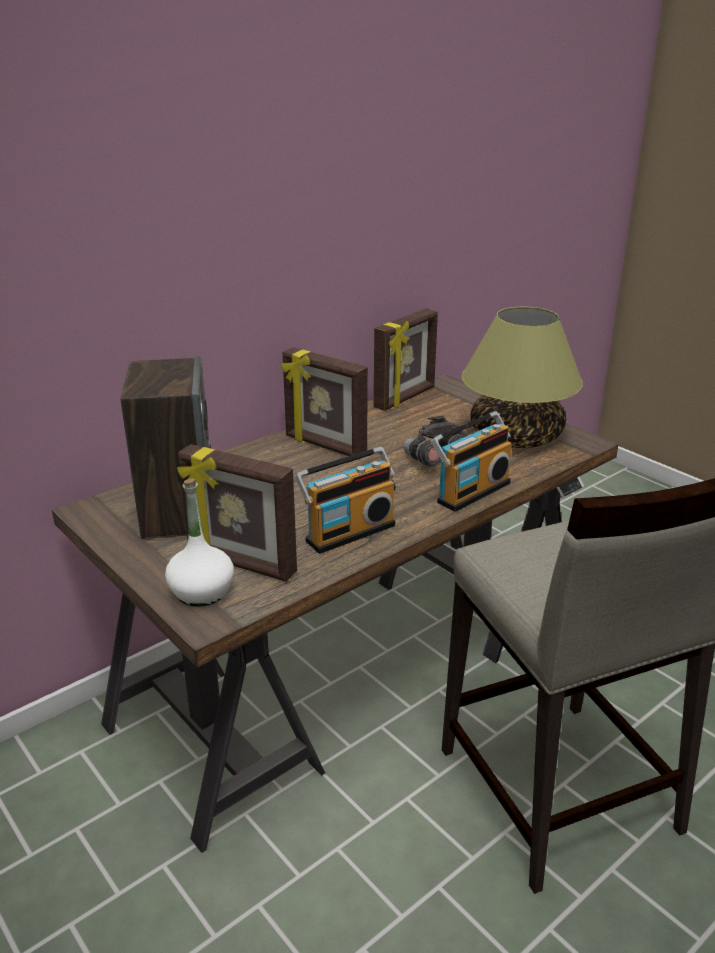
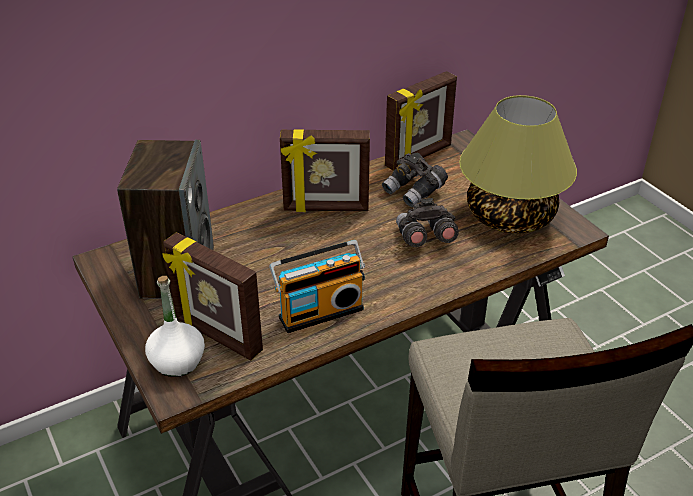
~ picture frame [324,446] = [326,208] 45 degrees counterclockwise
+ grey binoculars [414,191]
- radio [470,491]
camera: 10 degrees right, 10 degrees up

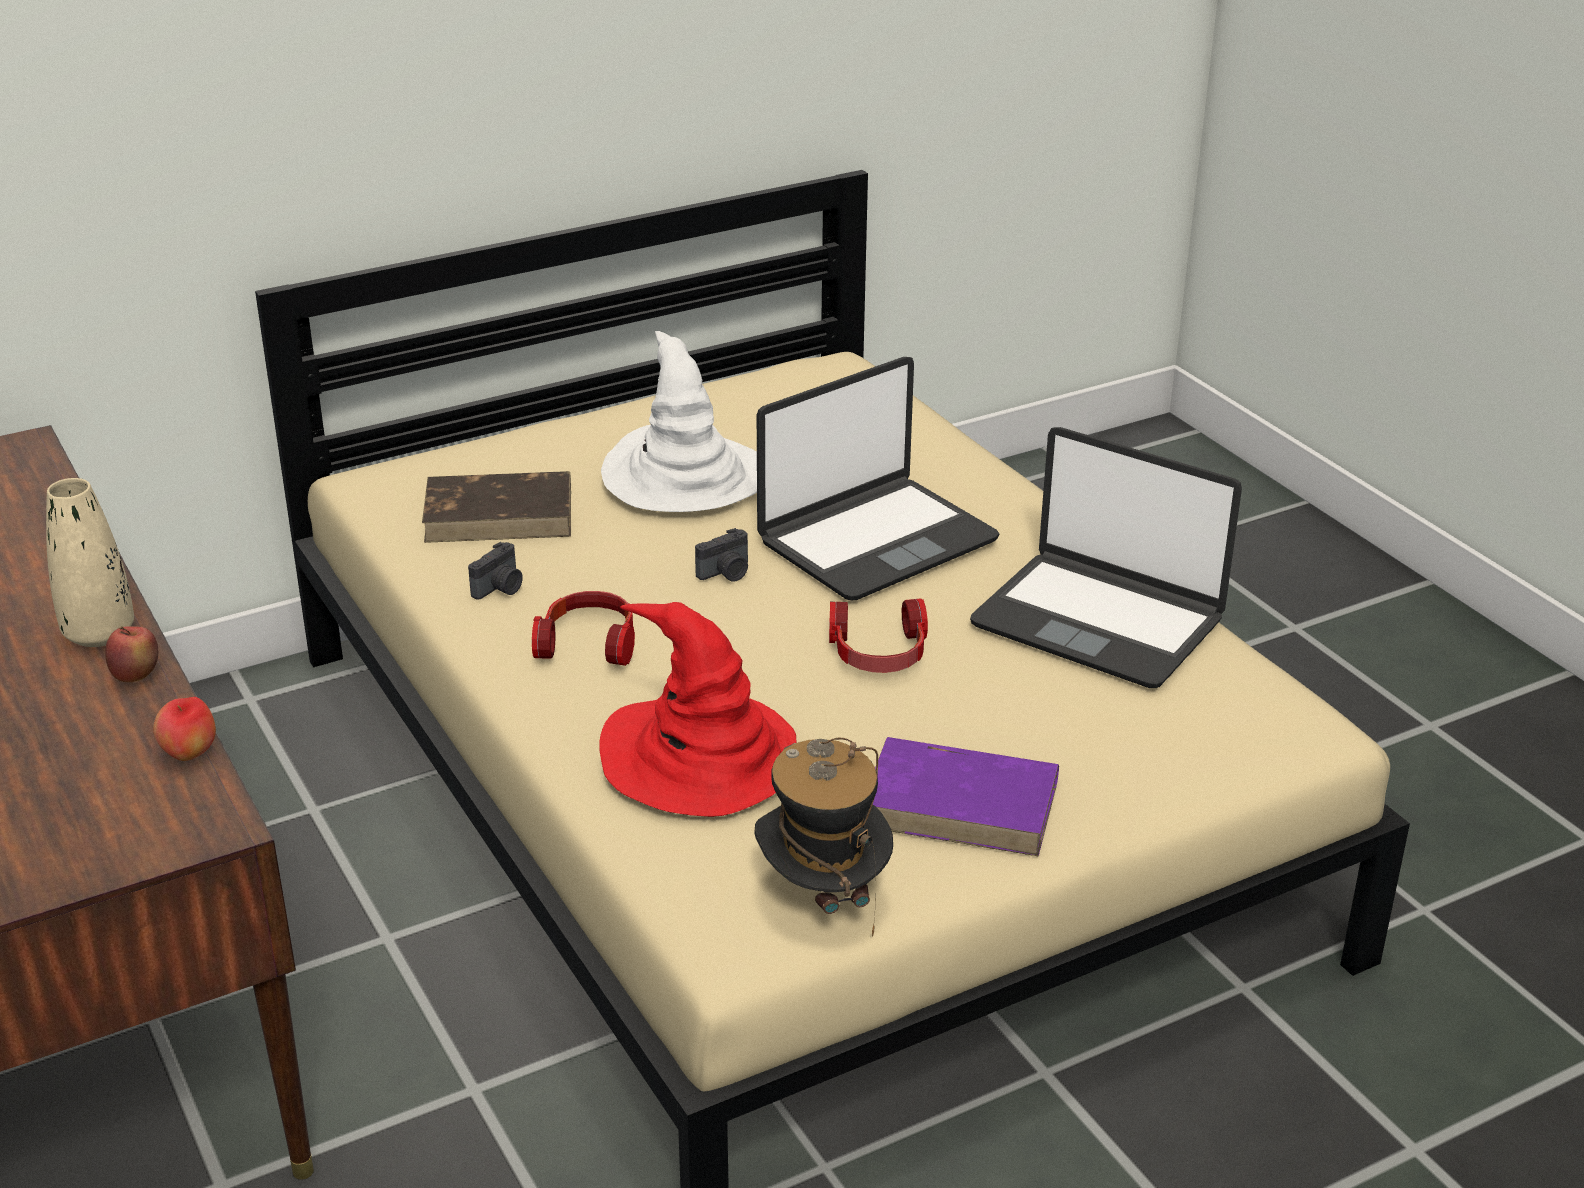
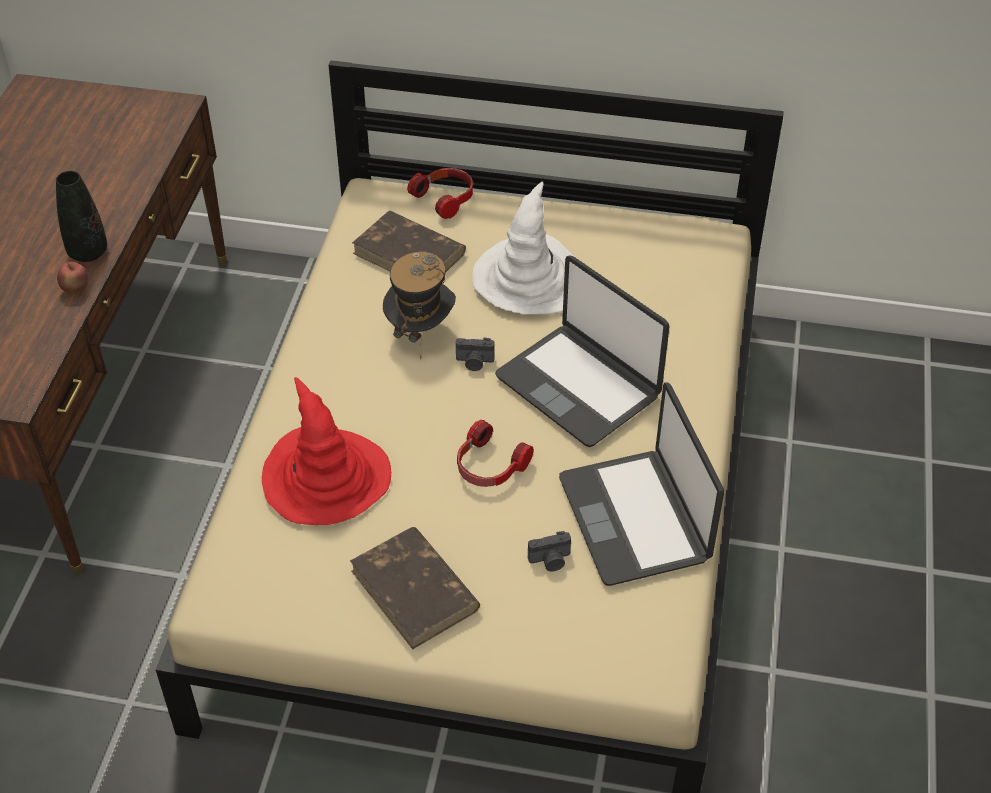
~ beige vase [99,634] to black vase [88,252]
~ purple book [962,803] to brown book [415,591]
~ hat [822,900] to [420,332]
~ headphones [589,643] to [445,198]
~ laptop [876,540] = [579,386] 45 degrees clockwise
~ photo camera [500,588] to [550,560]
- apple [189,754]
camera: 40 degrees right, 15 degrees up

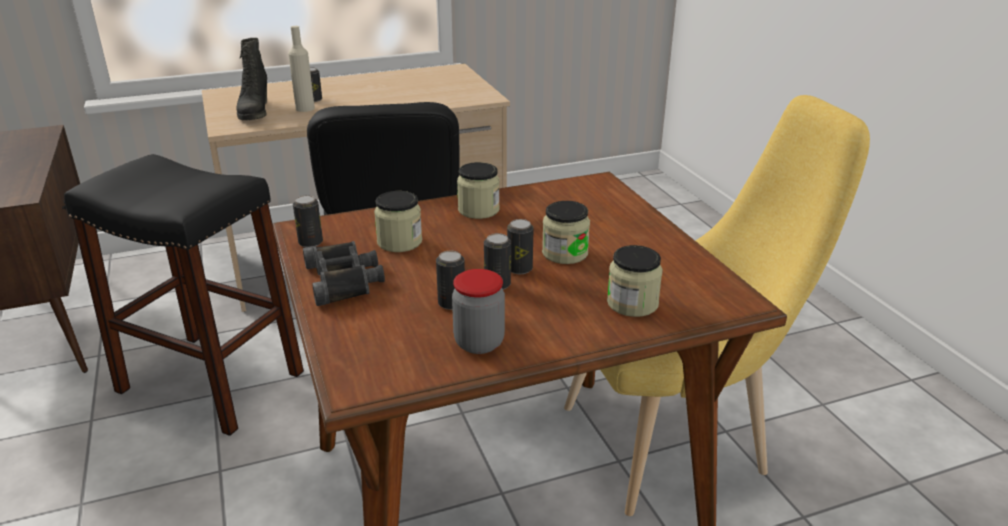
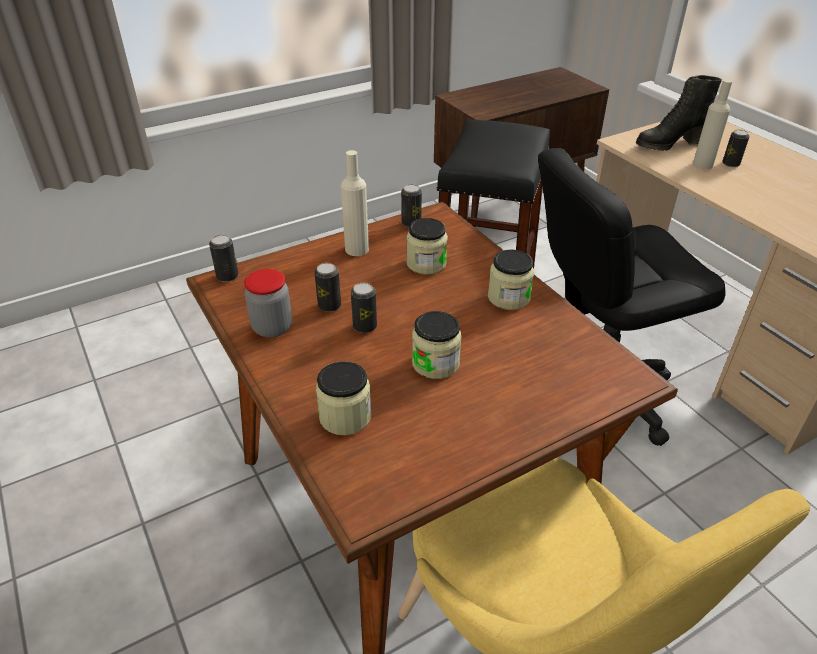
~ can [519,269] to [227,276]
~ black binoculars [344,280] to beige bottle [357,249]
camera: 80 degrees right, 10 degrees up

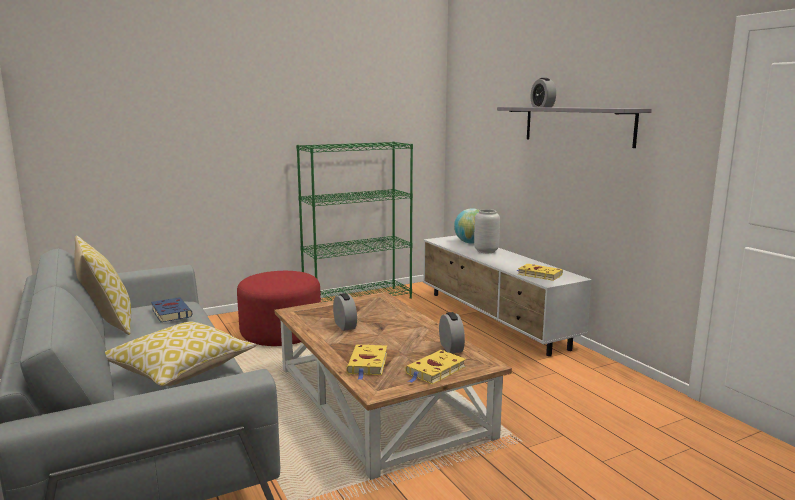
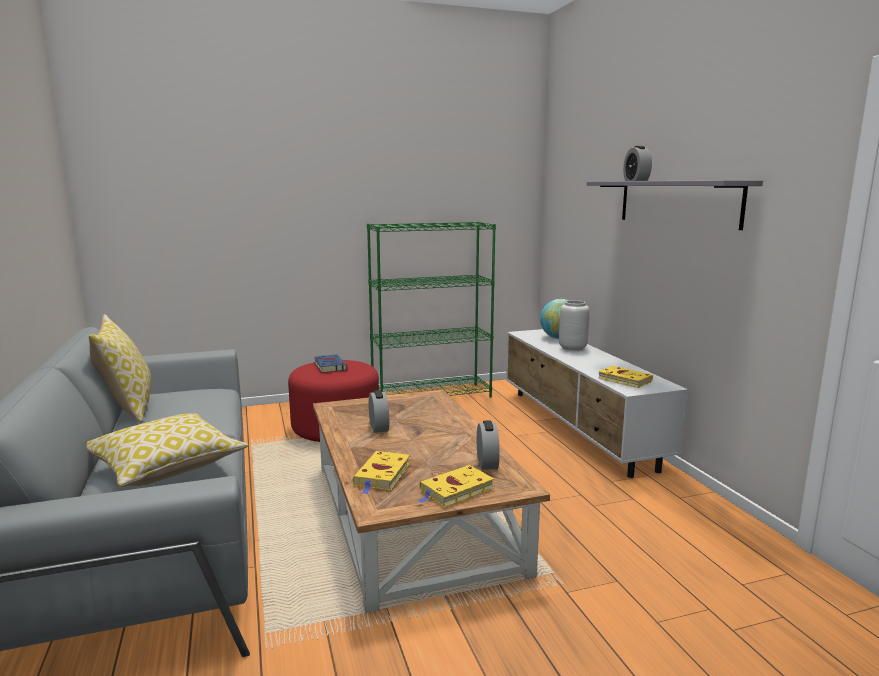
~ blue book [170,312] to [329,366]
camera: 10 degrees right, 0 degrees up

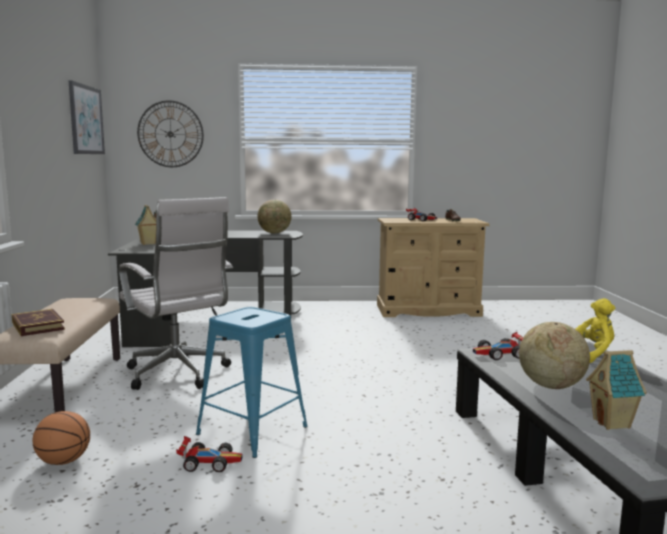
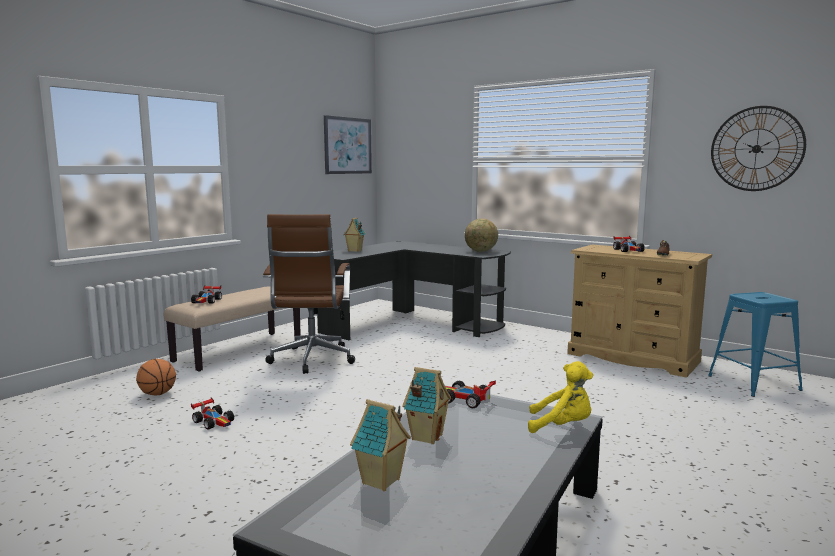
~ book [38,326] to toy car [207,301]
~ white office chair [179,374] to brown office chair [311,360]
~ globe [550,386] to toy house [426,437]
~ blue stool [252,431] to [753,383]
~ wall clock [170,134] to [756,149]
camera: 40 degrees right, 0 degrees up

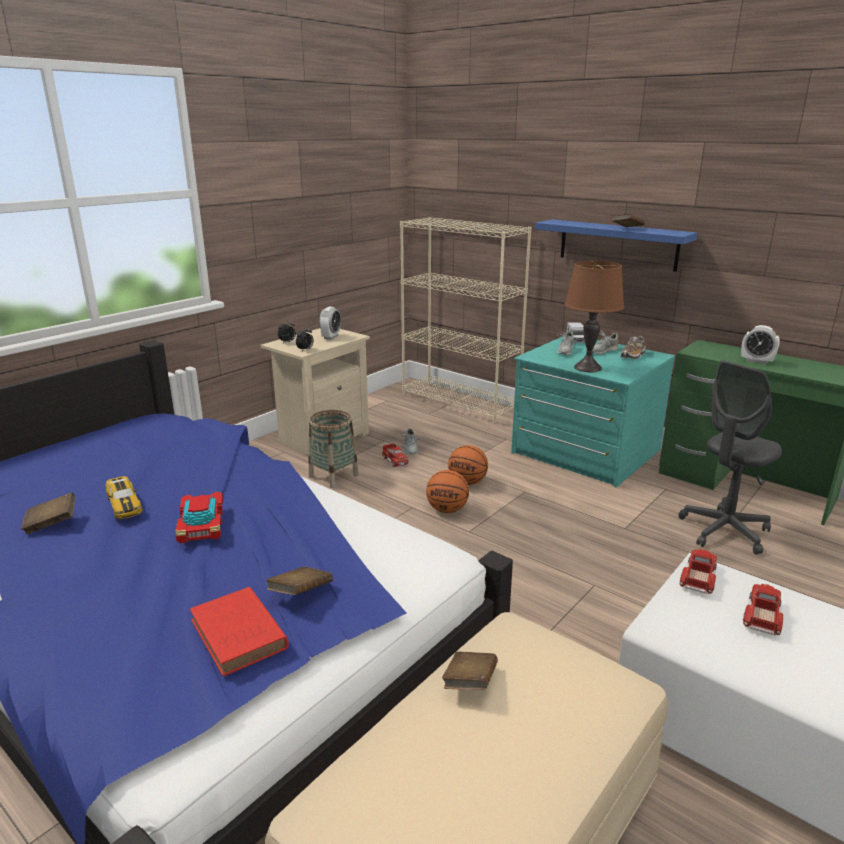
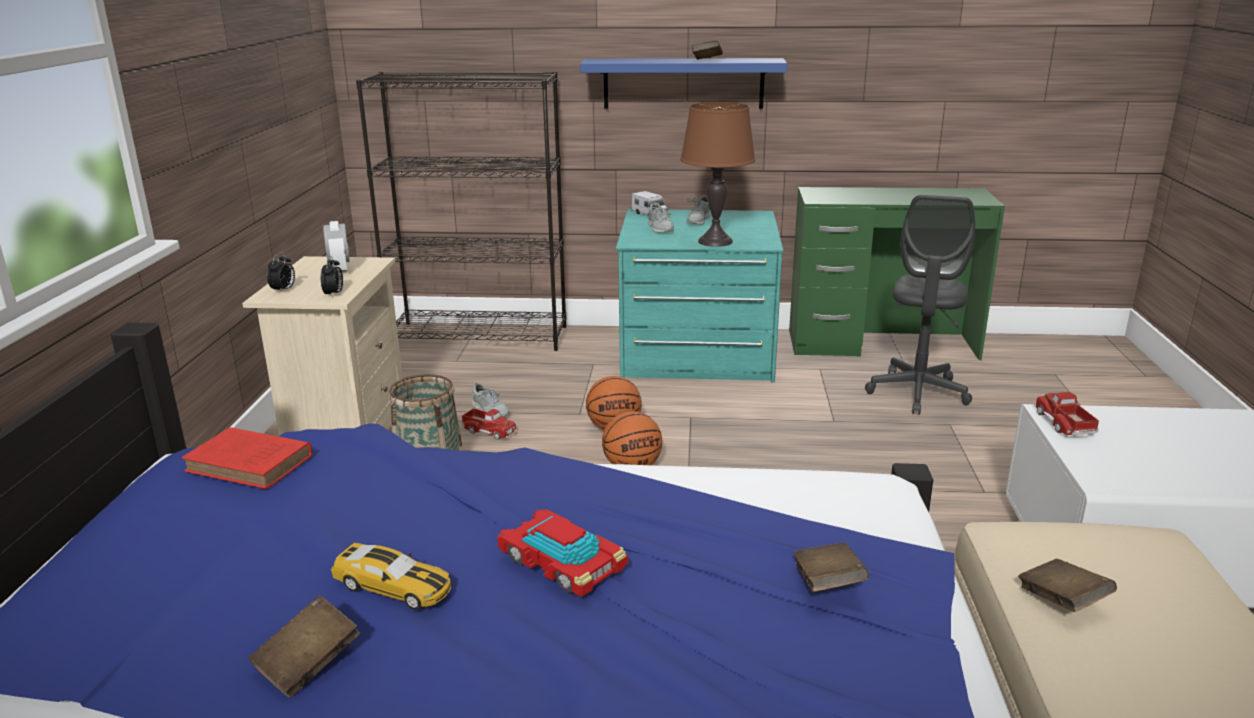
~ red book [240,636] to [252,464]
~ beige bookcase [460,402] to black bookcase [480,336]
- shoe [633,356]
- alarm clock [756,361]
- toy truck [762,616]
camera: 35 degrees left, 0 degrees up

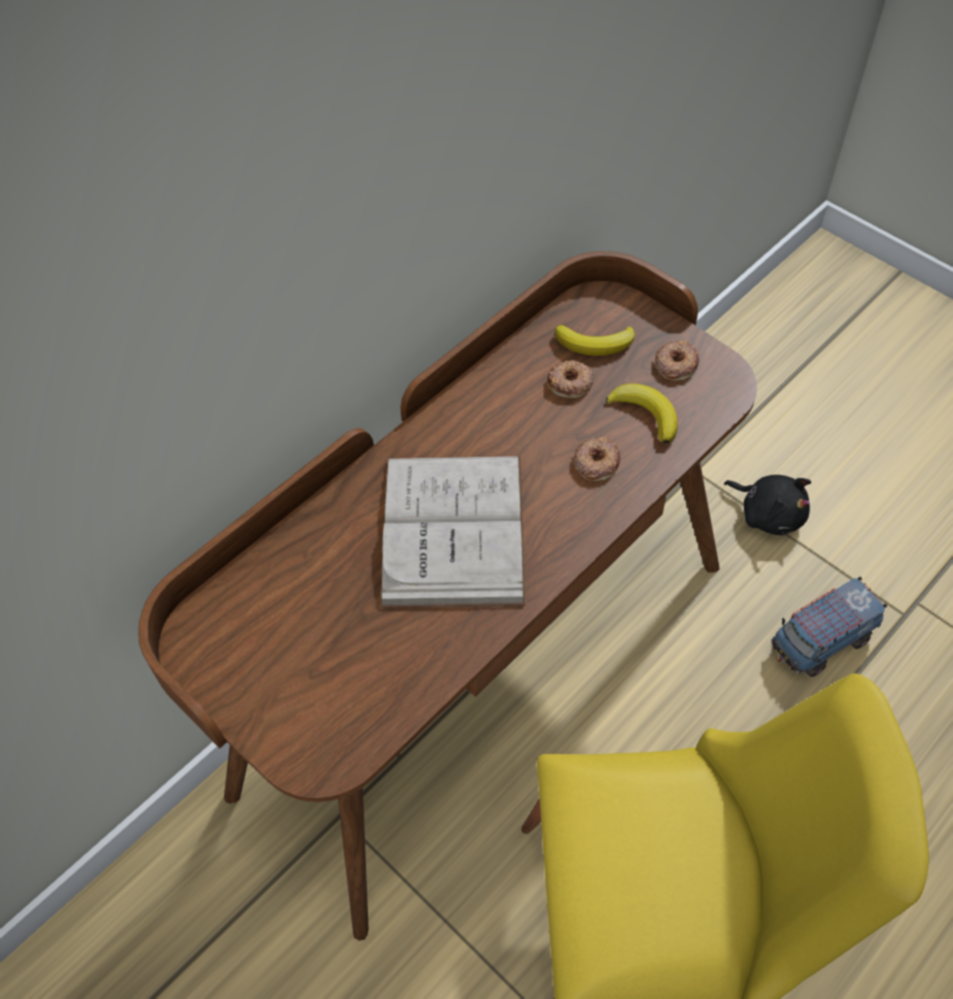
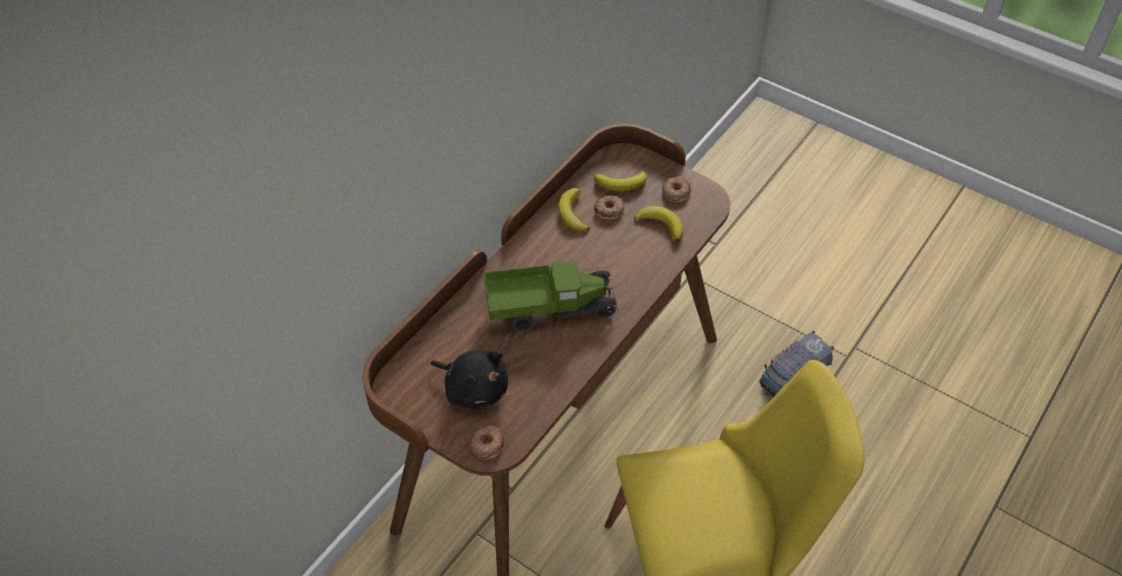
~ black plush toy [768,513] to [474,389]
~ donut [596,462] to [487,444]
~ white book [453,529] to toy truck [549,307]
+ banana [572,213]
camera: 10 degrees left, 5 degrees down

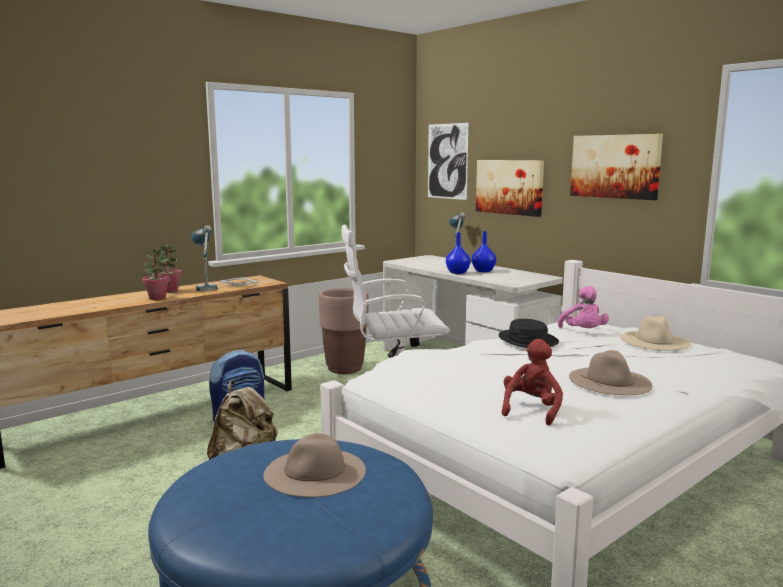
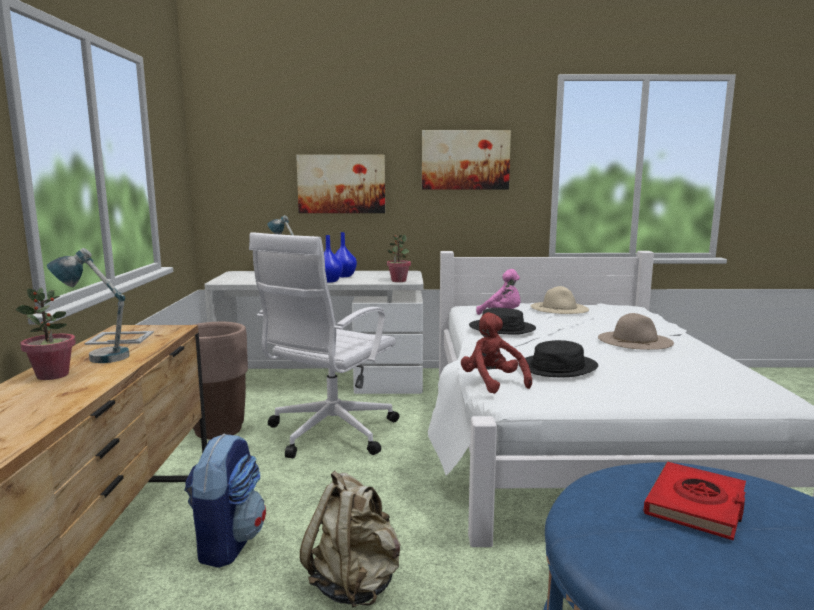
~ potted plant [157,298] to [398,281]
~ red plush toy [531,410] to [492,382]
+ black hat [557,367]
~ beige hat [315,472] to red book [696,506]
- picture [447,161]
camera: 50 degrees left, 0 degrees up

